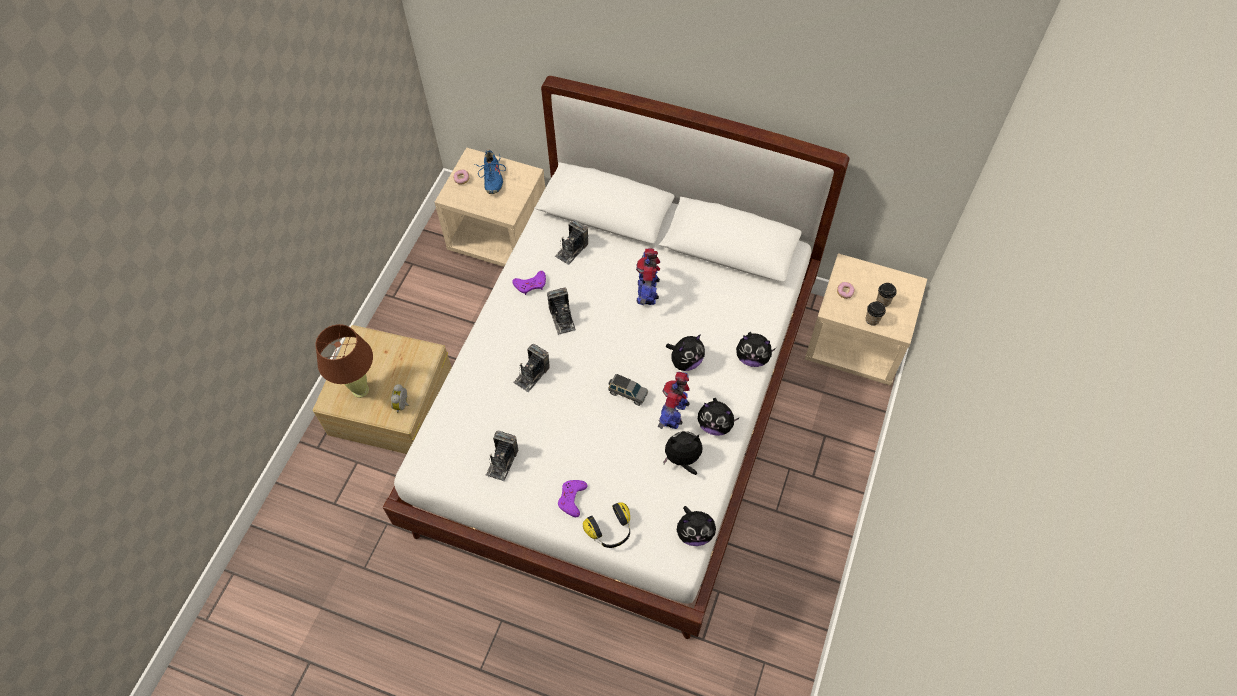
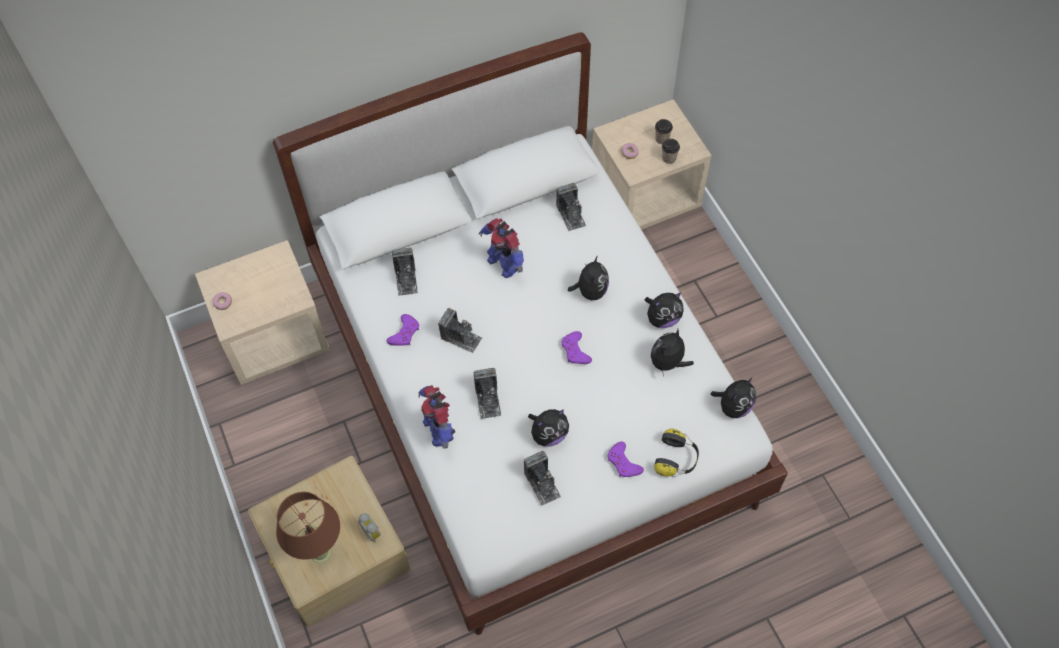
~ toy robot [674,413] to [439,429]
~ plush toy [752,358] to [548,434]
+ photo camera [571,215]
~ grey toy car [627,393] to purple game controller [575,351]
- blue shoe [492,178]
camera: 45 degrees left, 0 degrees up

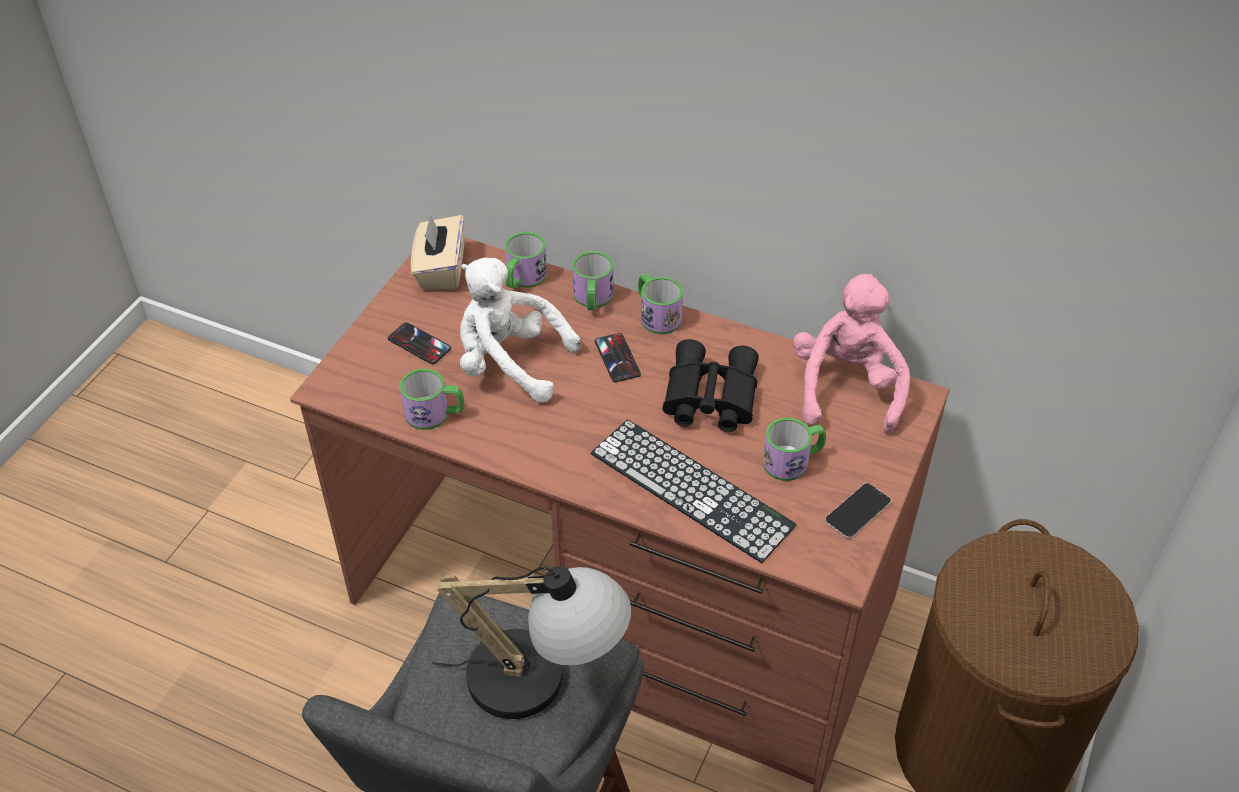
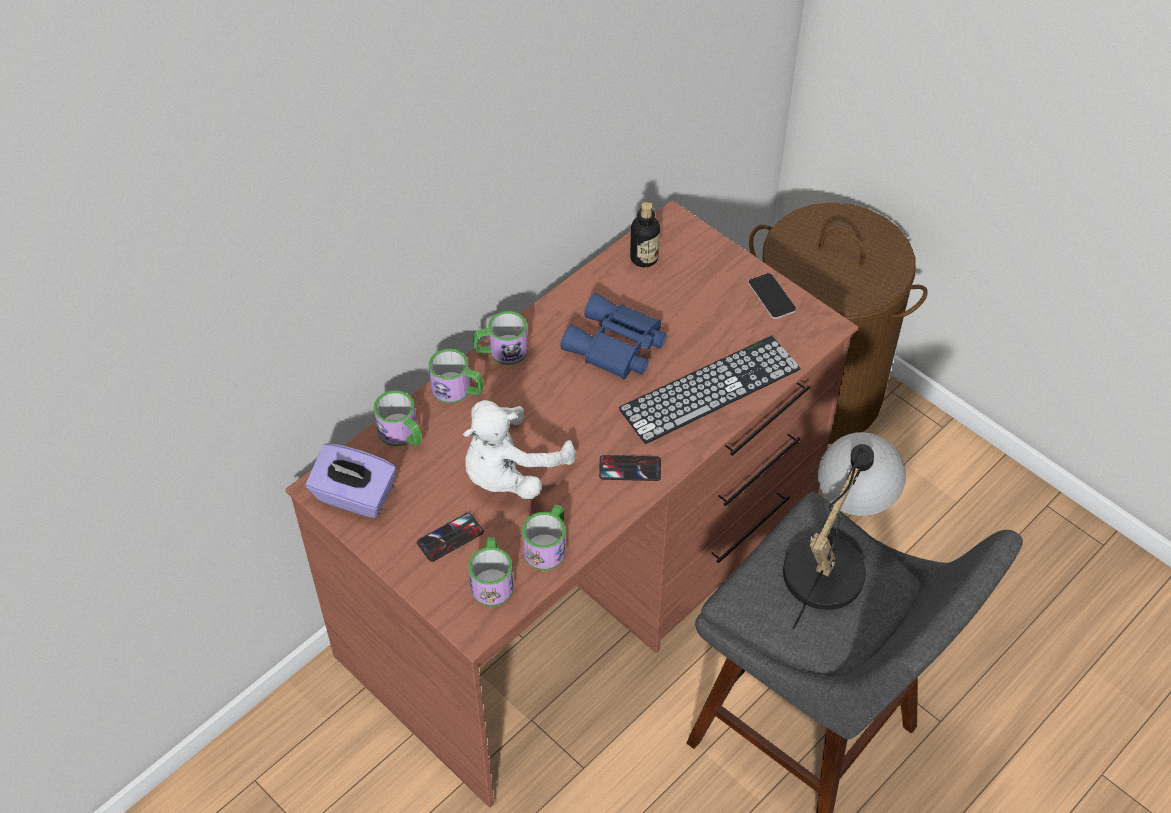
~ beige tissue box [441,270] to purple tissue box [354,496]
~ mug [793,461] to [492,580]
~ black binoculars [708,397] to blue binoculars [615,347]
~ phone [617,358] to [630,468]
~ pink plush toy [846,387] to bottle [644,258]
camera: 70 degrees left, 5 degrees up

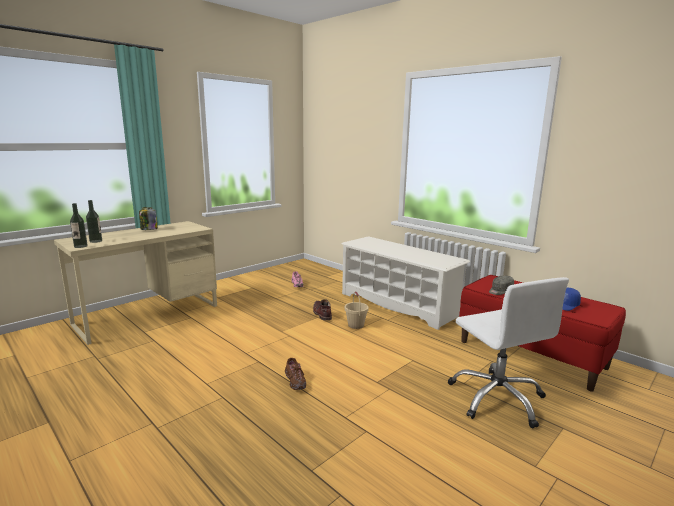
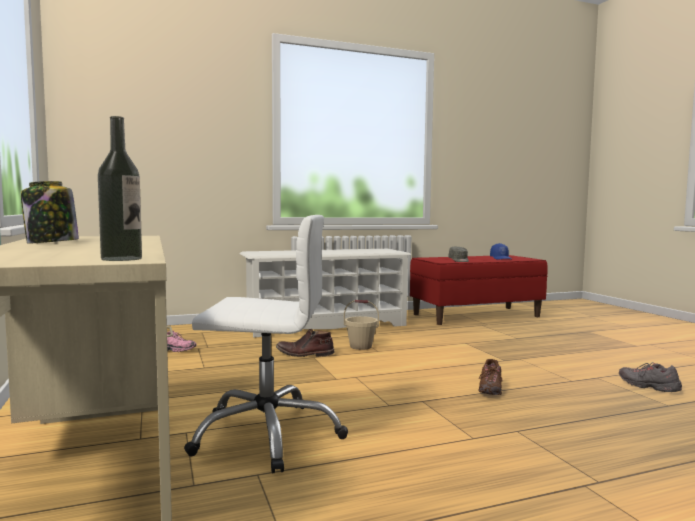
~ white office chair [497,398] to [267,434]
~ brown shoe [295,382] = [490,389] 105 degrees clockwise
+ grey shoe [648,386]
- bottle [96,241]
camera: 65 degrees left, 10 degrees down

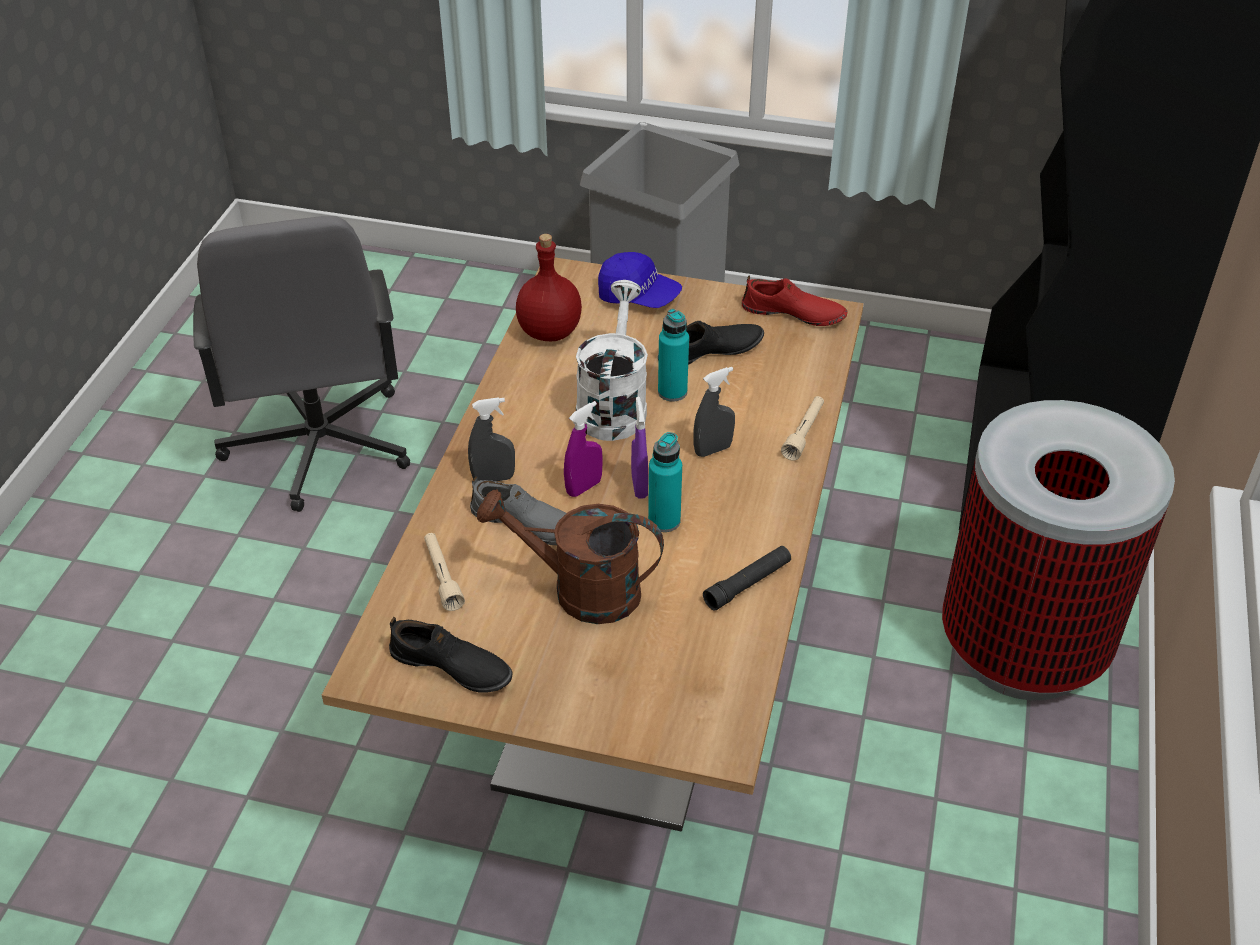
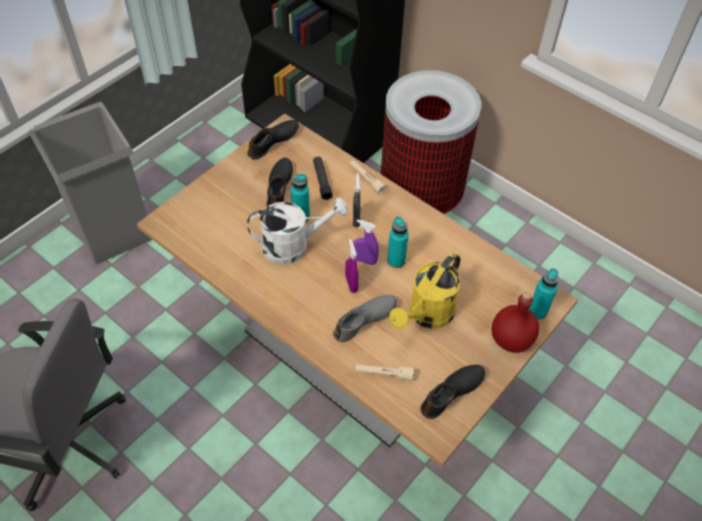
~ red shoe [793,314] to black shoe [273,142]
~ white watering can [613,405] = [294,245] 135 degrees clockwise
~ black flashlight [747,584] to [322,181]
~ brown watering can [580,591] to yellow watering can [426,315]
~ red bottle [550,331] to [510,339]
+ turquoise bottle [537,311]
- grey spray bottle [493,478]
- blue cap [638,296]
camera: 65 degrees left, 10 degrees up

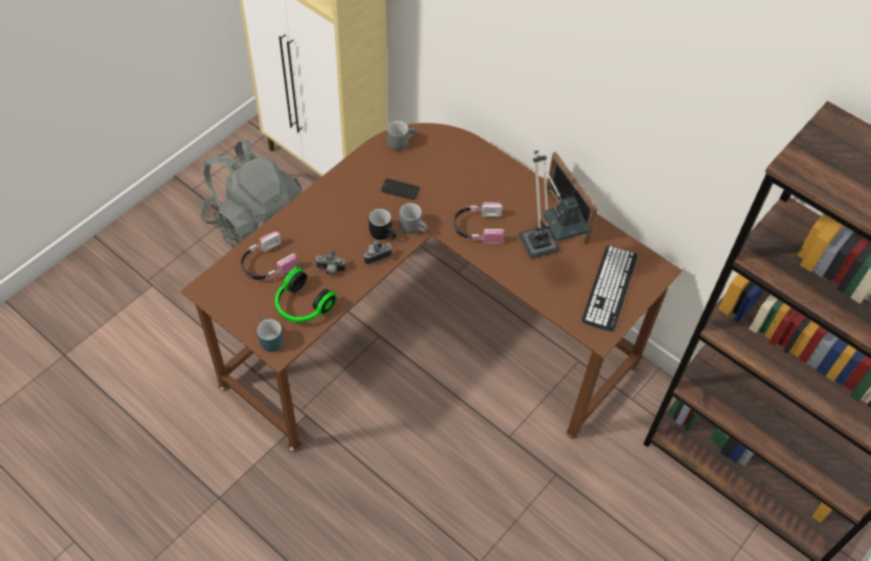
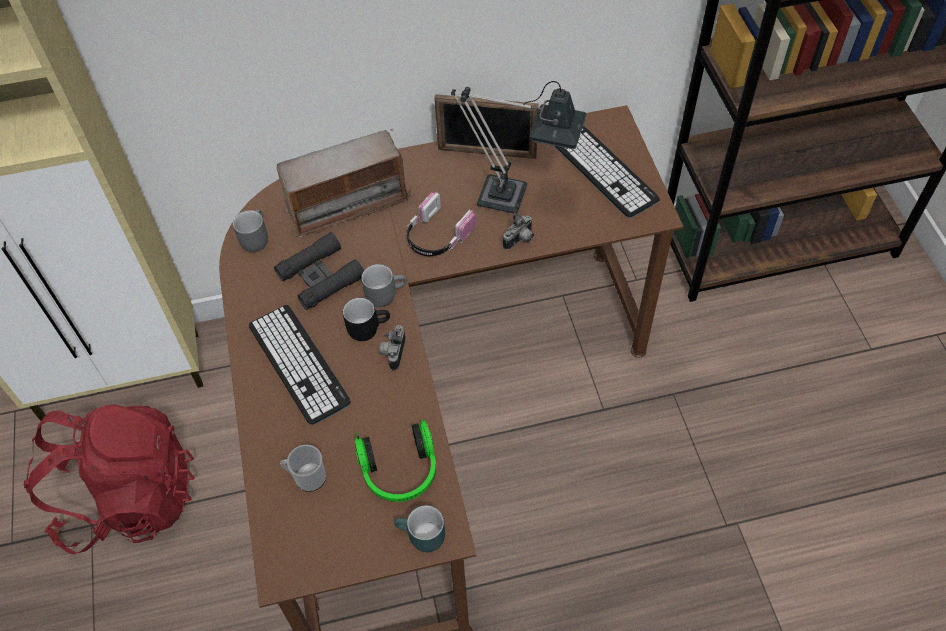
~ grey backpack [255,223] to red backpack [129,498]
+ keyboard [298,363]
~ phone [400,189] to black binoculars [320,276]
+ radio [347,204]
~ headphones [267,265] to mug [306,477]
~ photo camera [330,270] to [520,240]
camera: 50 degrees left, 0 degrees up

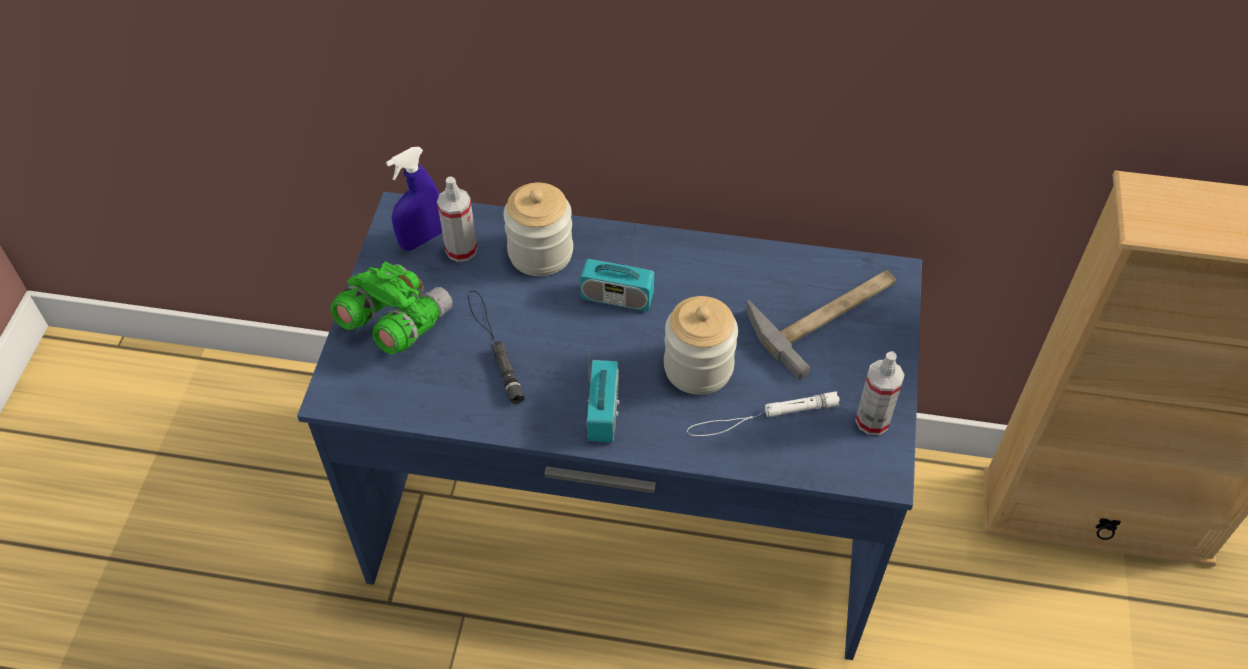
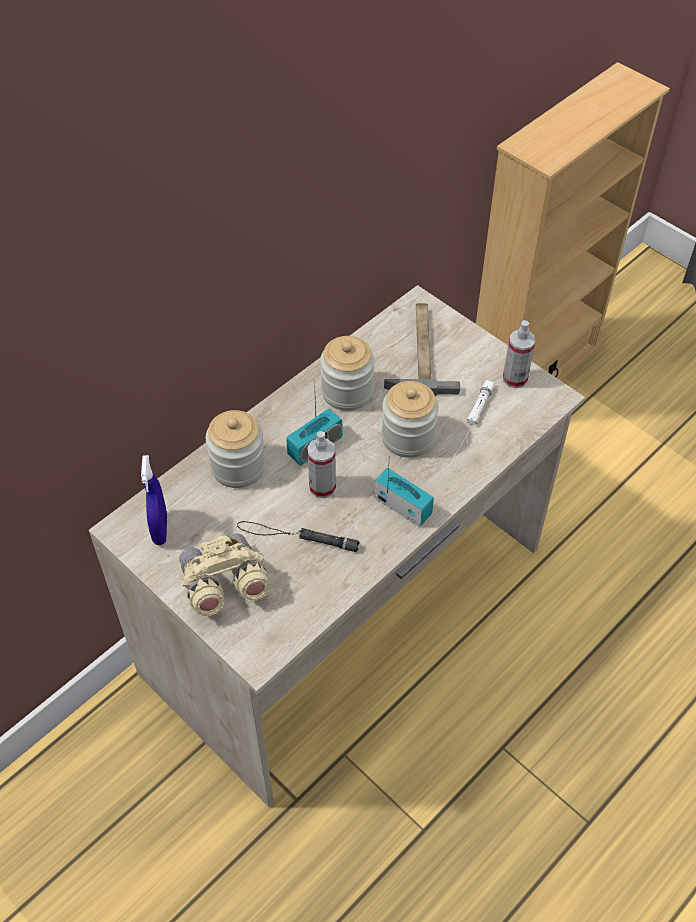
~ blue desk [624,520] to beige desk [347,612]
~ green binoculars [394,322] to beige binoculars [223,585]
~ spray bottle [461,250] to [322,487]
+ jar [347,392]
camera: 55 degrees left, 0 degrees up

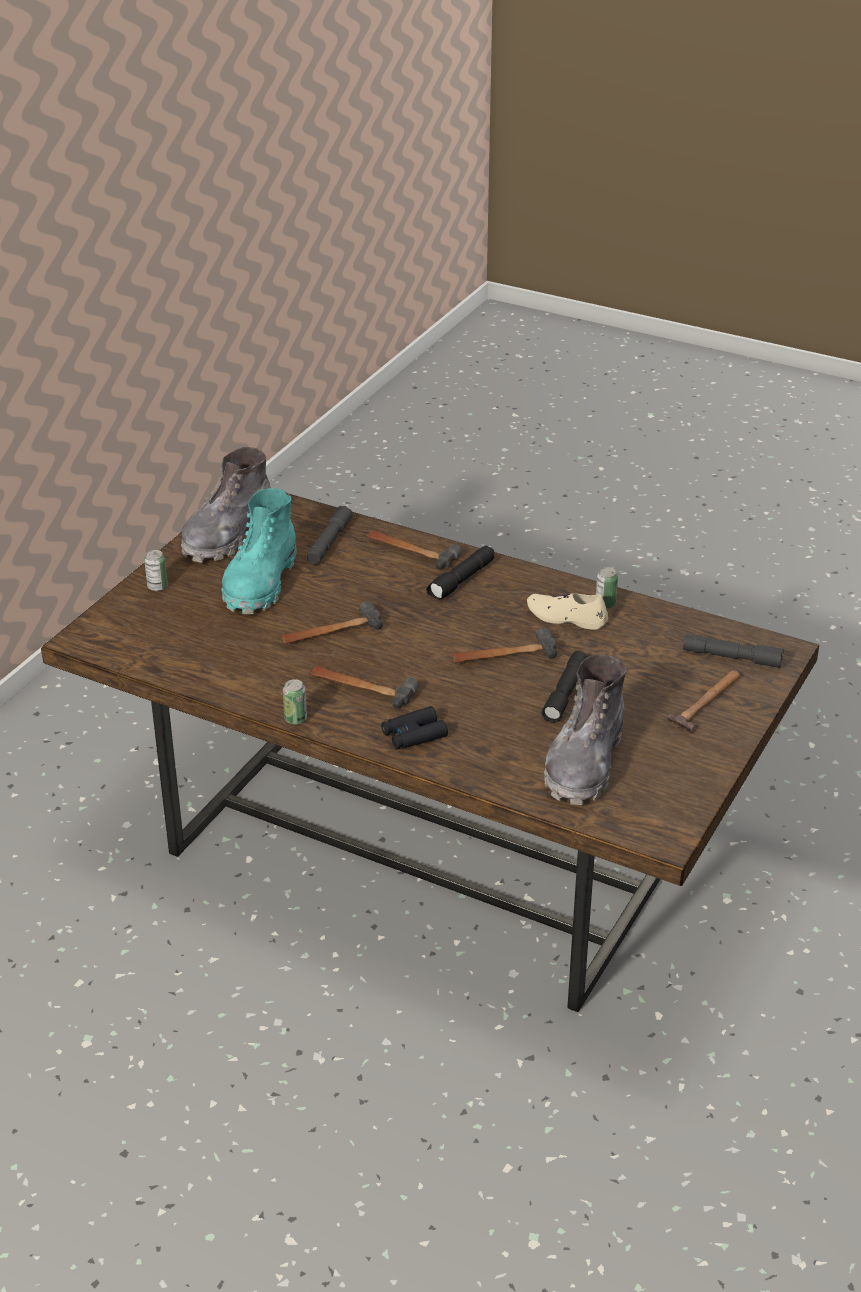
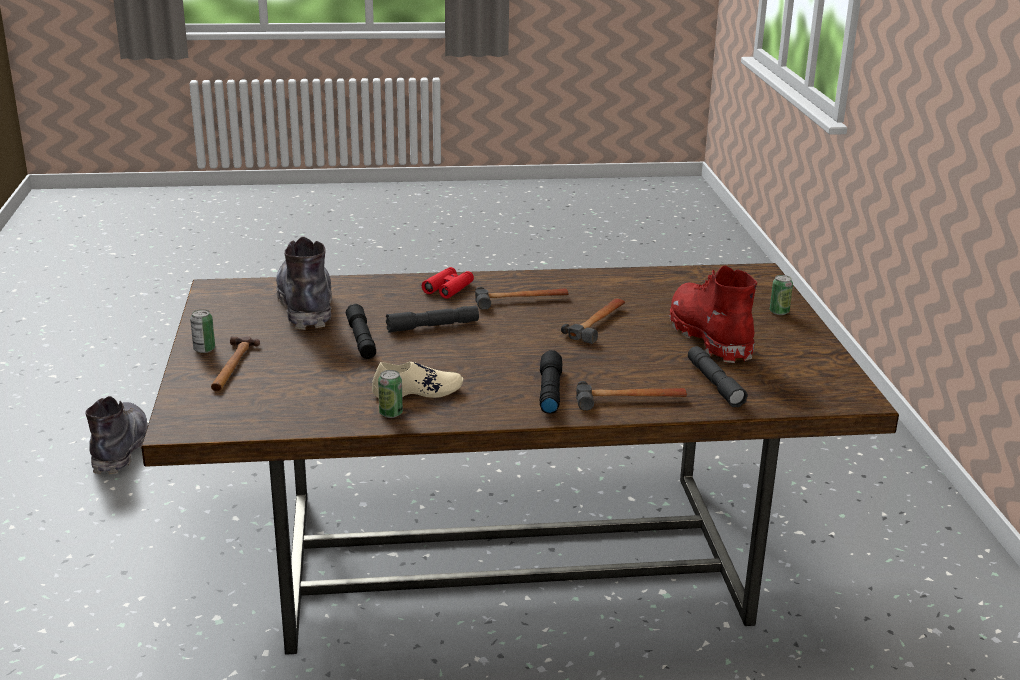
~ grey boot [227,536] to [120,449]
~ can [295,719] to [204,349]
~ grey flashlight [731,658] to [432,326]
~ black binoculars [414,735] to red binoculars [448,288]
~ turquoise boot [260,583] to red boot [710,337]
- hammer [504,656]
camera: 145 degrees right, 10 degrees down

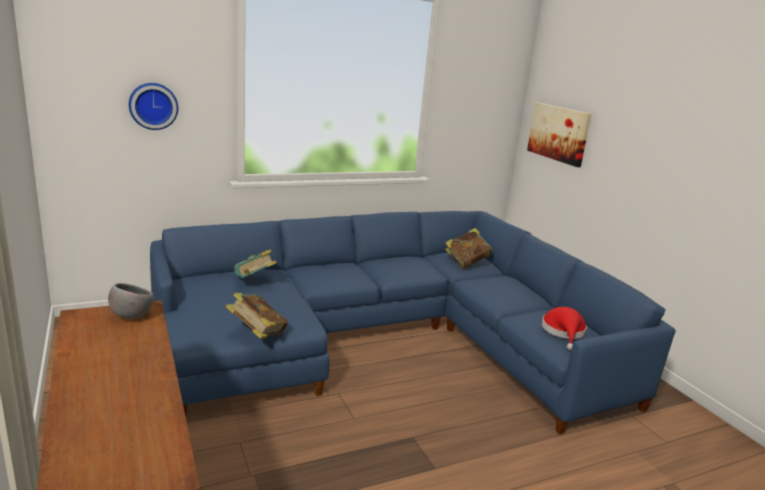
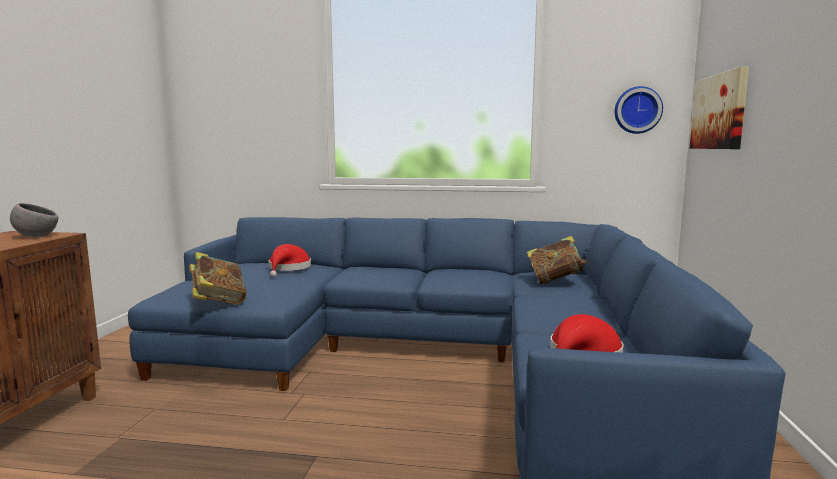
~ book [255,281] to red hat [288,268]
~ wall clock [153,106] to [637,110]
camera: 35 degrees right, 10 degrees down

